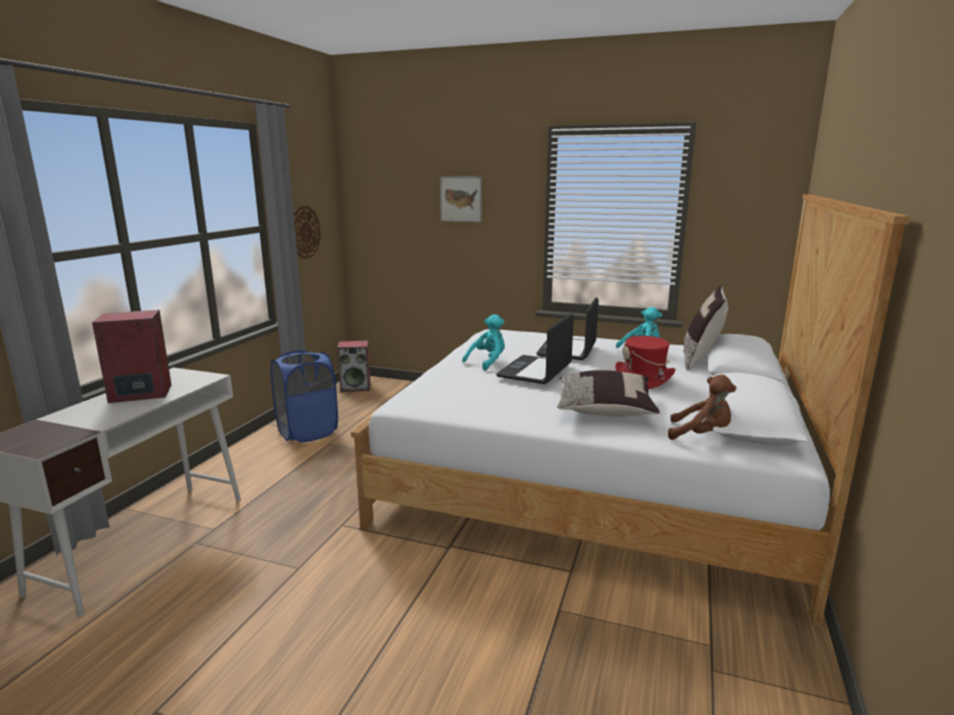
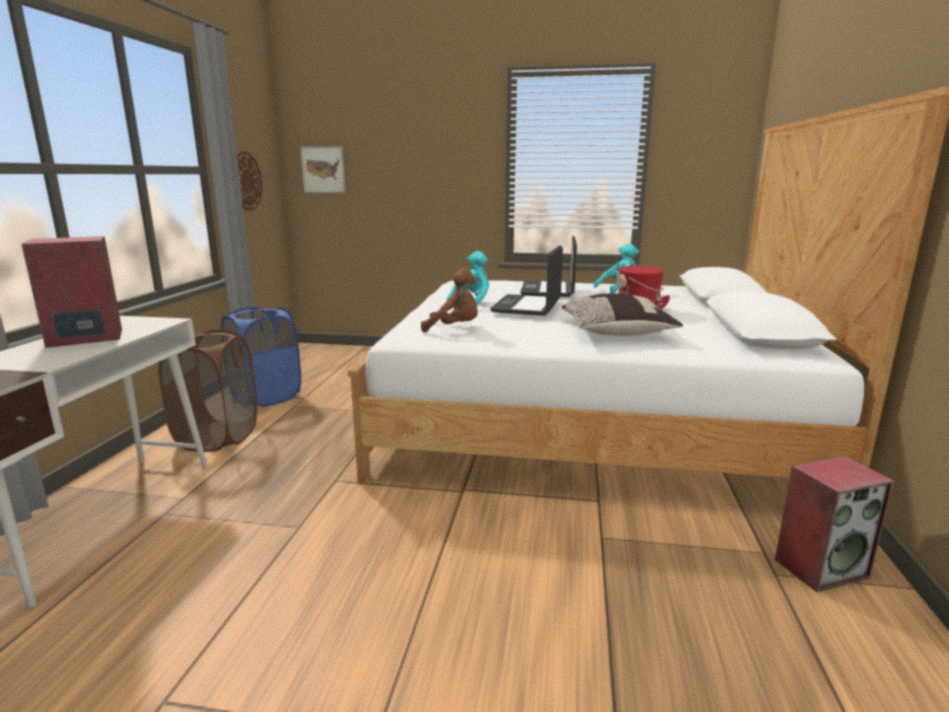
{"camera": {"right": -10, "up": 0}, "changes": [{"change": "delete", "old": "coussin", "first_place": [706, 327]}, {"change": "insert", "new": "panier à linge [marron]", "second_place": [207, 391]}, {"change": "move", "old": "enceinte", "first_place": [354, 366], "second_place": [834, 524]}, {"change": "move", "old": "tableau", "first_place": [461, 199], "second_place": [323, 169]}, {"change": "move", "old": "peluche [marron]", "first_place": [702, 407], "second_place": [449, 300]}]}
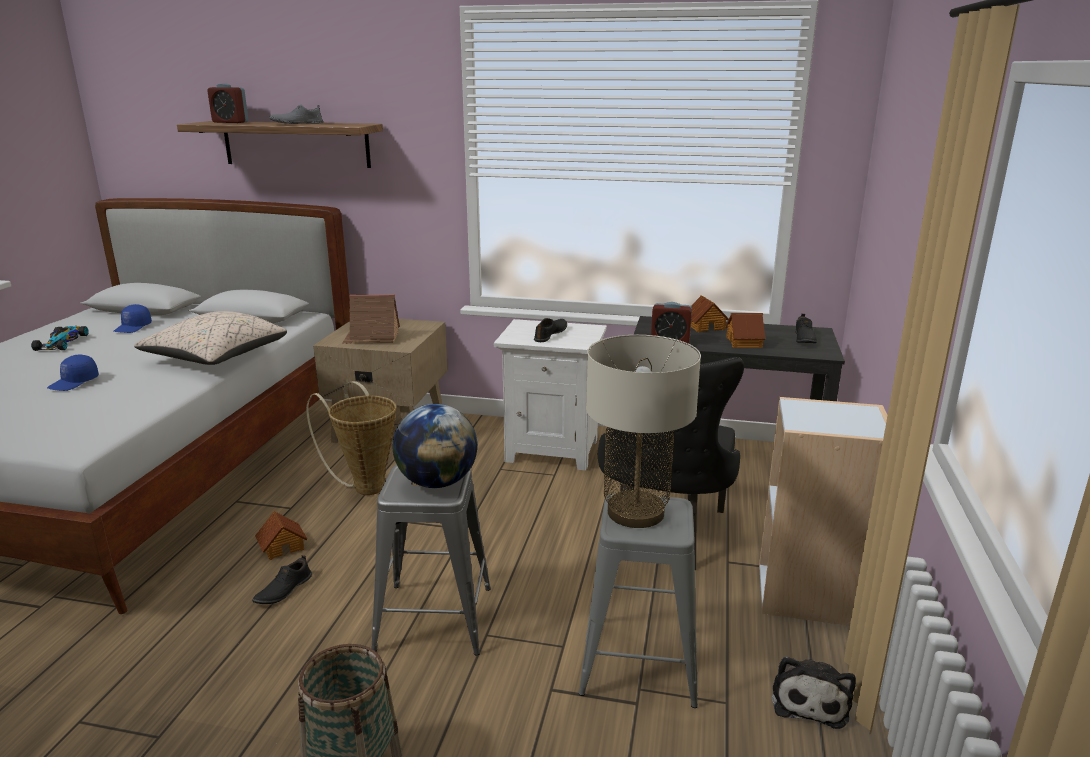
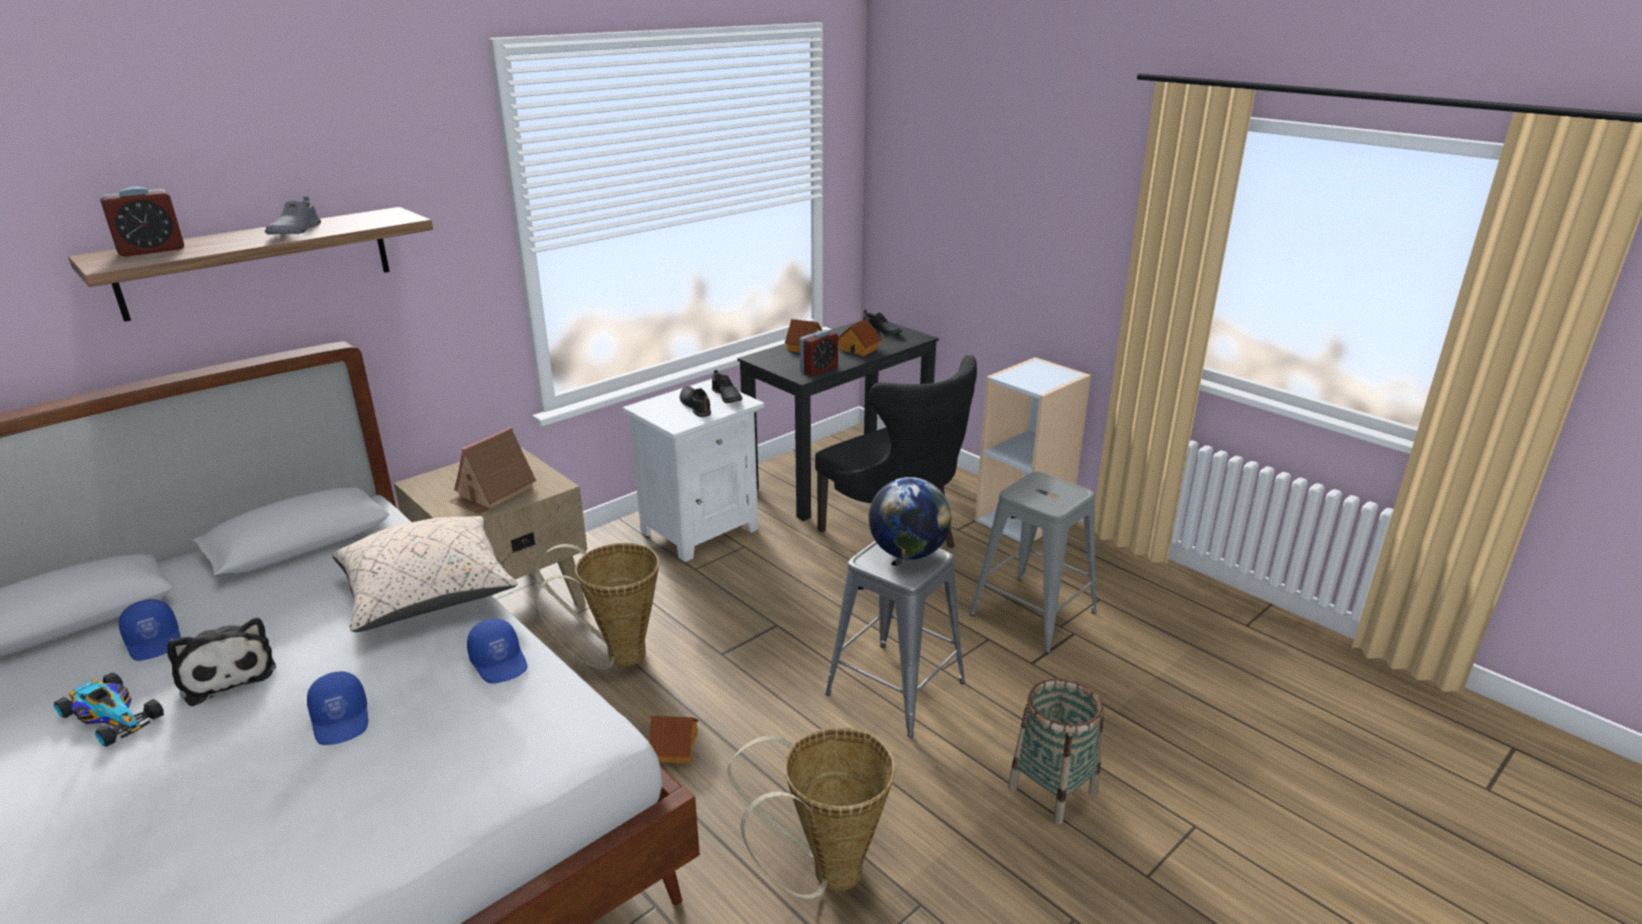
{"camera": {"right": -55, "up": 5}, "changes": [{"change": "delete", "old": "lampe de table", "first_place": [643, 431]}, {"change": "insert", "new": "casquette [bleu]", "second_place": [497, 651]}, {"change": "insert", "new": "panier", "second_place": [811, 813]}, {"change": "move", "old": "chaussure [noir]", "first_place": [282, 579], "second_place": [727, 386]}, {"change": "move", "old": "peluche", "first_place": [814, 692], "second_place": [221, 662]}]}
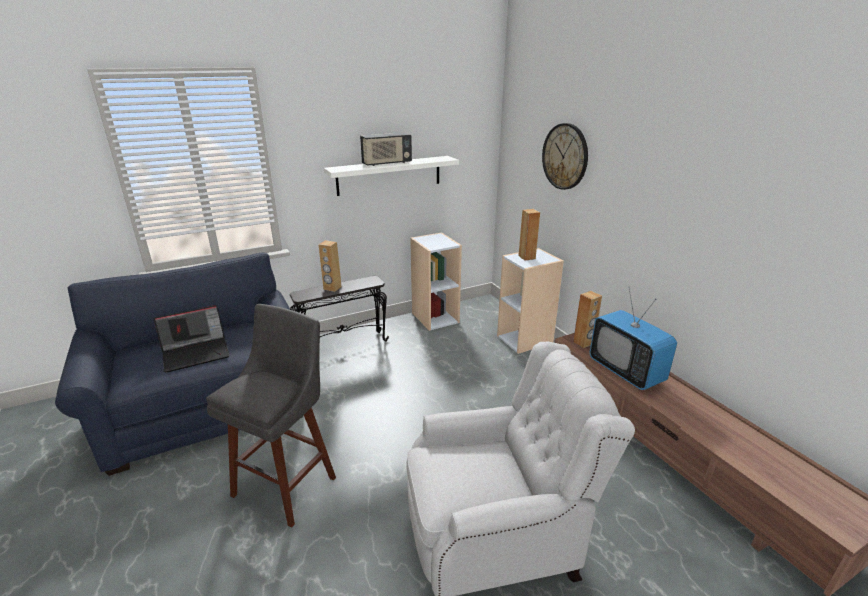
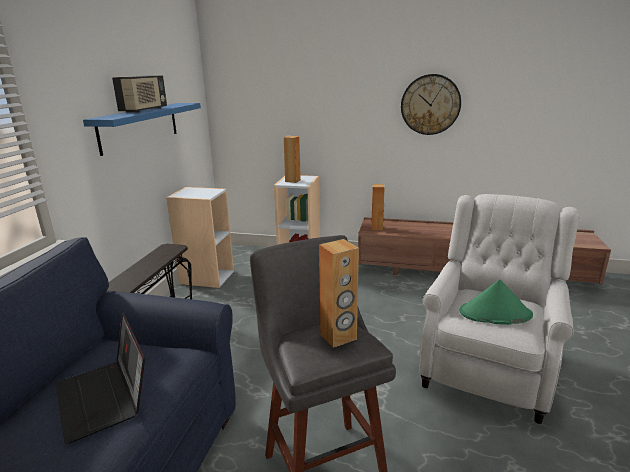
{"camera": {"right": -50, "up": -5}, "changes": [{"change": "delete", "old": "téléviseur", "first_place": [633, 339]}, {"change": "insert", "new": "chapeau [vert]", "second_place": [496, 302]}, {"change": "move", "old": "enceinte [marron]", "first_place": [330, 266], "second_place": [339, 293]}, {"change": "move", "old": "horloge murale", "first_place": [565, 156], "second_place": [431, 104]}, {"change": "recolor", "old": "étagère [blanc]", "new": "étagère [bleu]", "first_place": [391, 176], "second_place": [142, 129]}, {"change": "rotate", "old": "ordinateur portable", "first_place": [191, 339], "second_place": [100, 378], "degrees": 135}]}
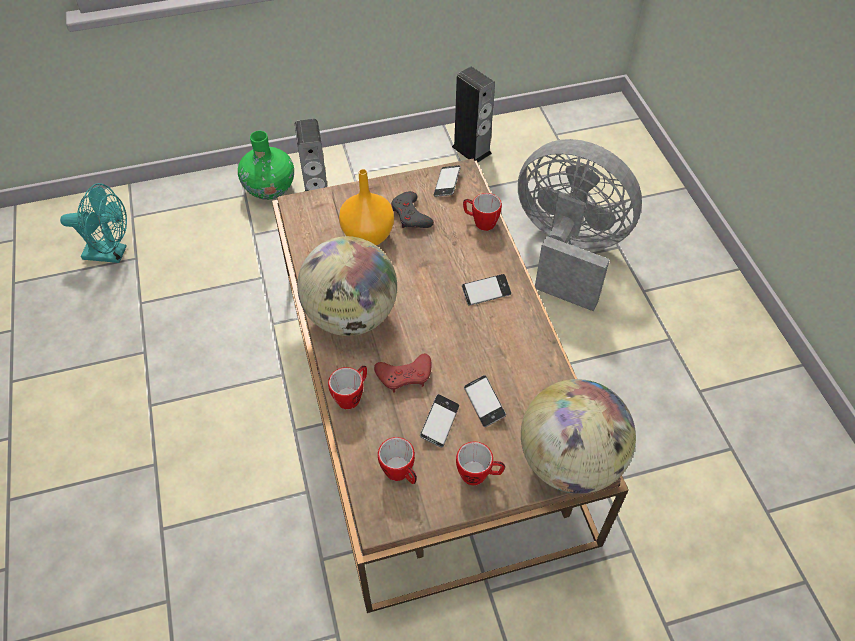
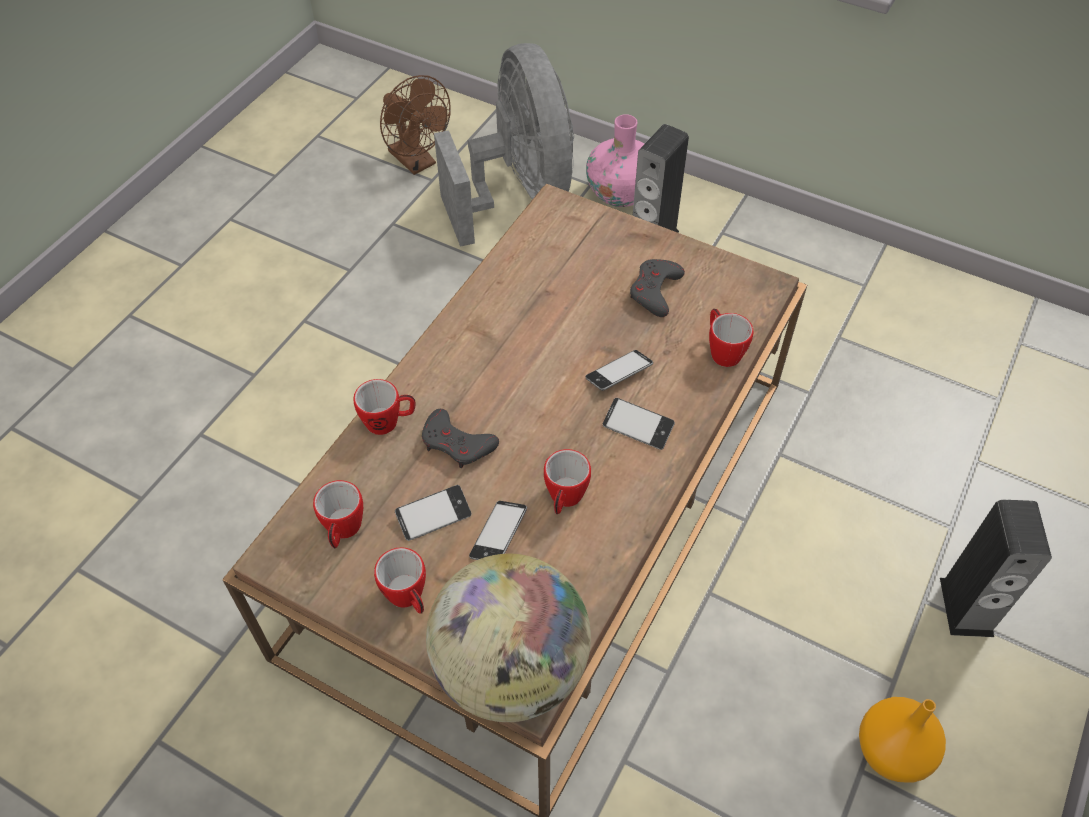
{"camera": {"right": 45, "up": 0}, "changes": [{"change": "delete", "old": "globe", "first_place": [347, 286]}, {"change": "insert", "new": "mug", "second_place": [567, 481]}, {"change": "move", "old": "vase [orange]", "first_place": [366, 207], "second_place": [902, 739]}, {"change": "move", "old": "téléphone", "first_place": [447, 181], "second_place": [619, 370]}, {"change": "move", "old": "enceinte", "first_place": [473, 114], "second_place": [996, 568]}, {"change": "move", "old": "ventilateur [gris]", "first_place": [580, 225], "second_place": [504, 145]}, {"change": "recolor", "old": "ventilateur [turquoise]", "new": "ventilateur [marron]", "first_place": [93, 223], "second_place": [415, 125]}, {"change": "recolor", "old": "vase [vert]", "new": "vase [rose]", "first_place": [266, 165], "second_place": [615, 160]}, {"change": "recolor", "old": "manette [rouge]", "new": "manette [gris]", "first_place": [403, 373], "second_place": [460, 438]}]}
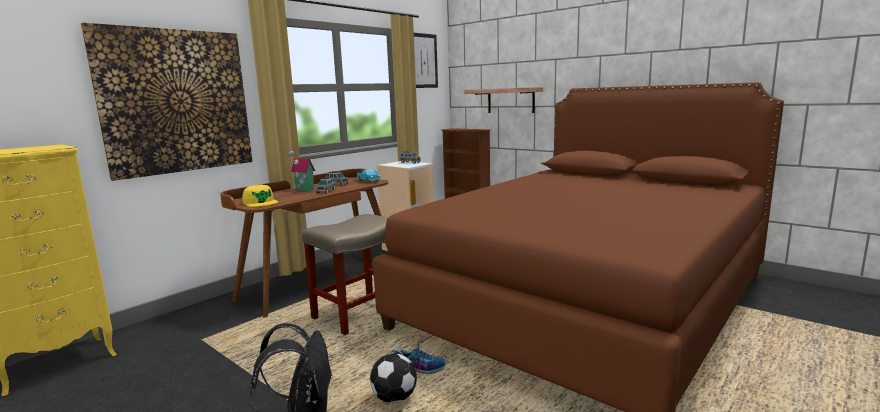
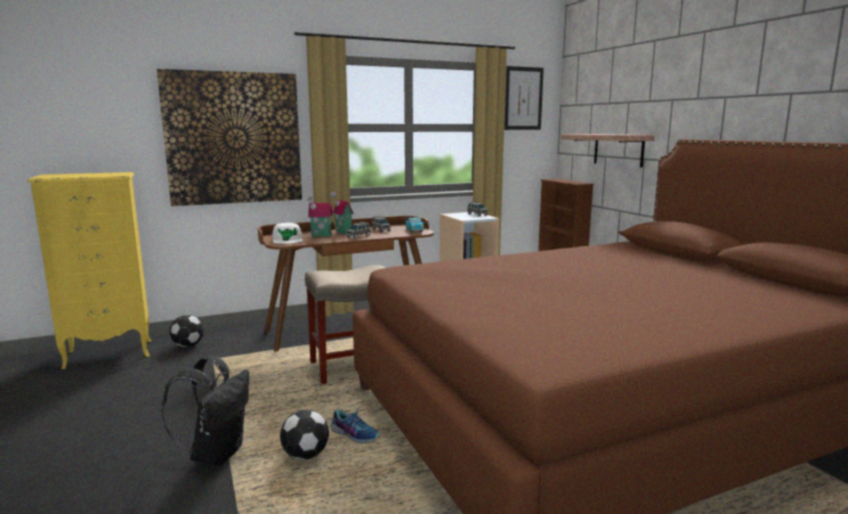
{"camera": {"right": 25, "up": 0}, "changes": [{"change": "insert", "new": "ballon de foot", "second_place": [186, 331]}, {"change": "insert", "new": "maison miniature", "second_place": [320, 216]}, {"change": "recolor", "old": "casquette [jaune]", "new": "casquette [blanc]", "first_place": [260, 196], "second_place": [287, 233]}]}
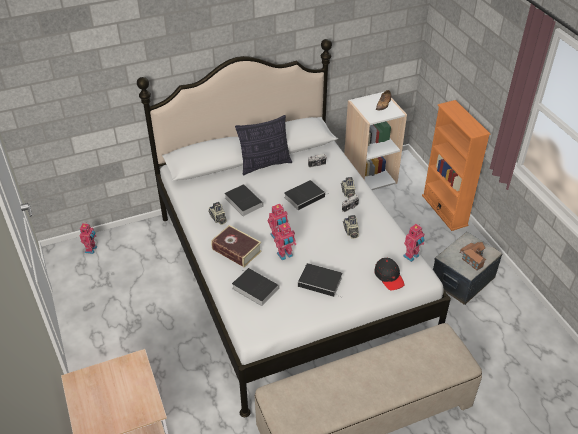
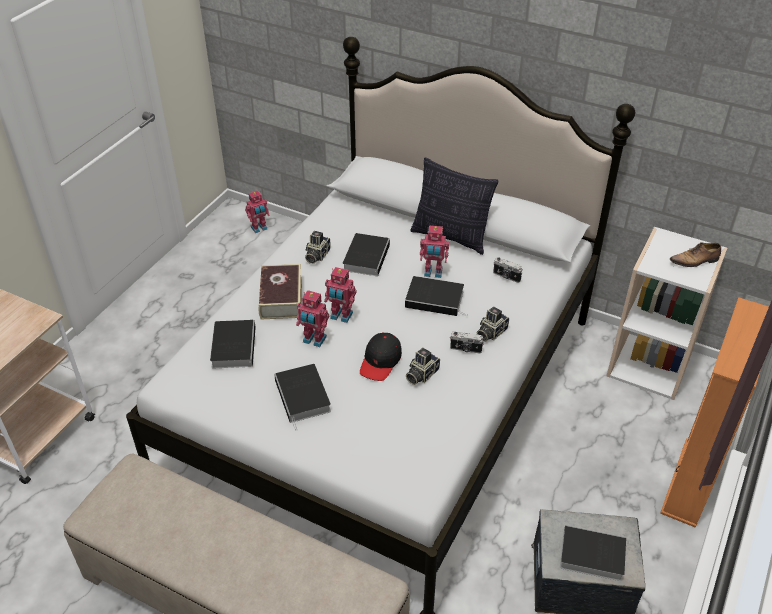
{"camera": {"right": 50, "up": 0}, "changes": [{"change": "move", "old": "casquette [noir]", "first_place": [389, 274], "second_place": [381, 357]}, {"change": "move", "old": "robot jouet", "first_place": [414, 243], "second_place": [434, 252]}, {"change": "replace", "old": "maison miniature", "new": "livre", "first_place": [473, 256], "second_place": [590, 553]}]}
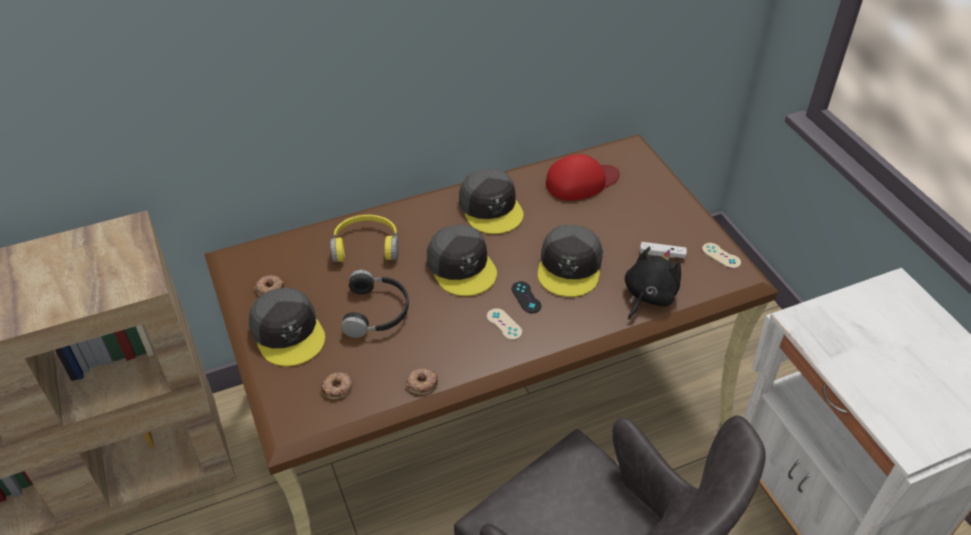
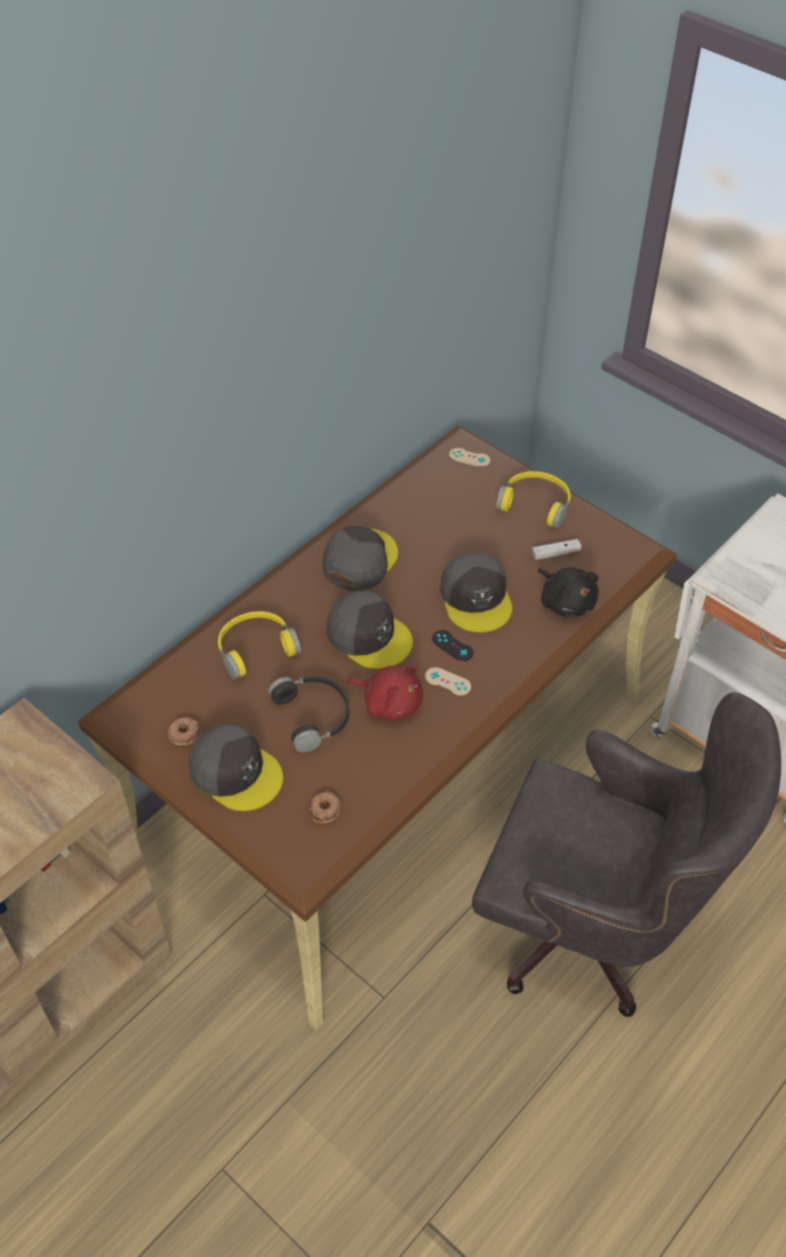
{"camera": {"right": -25, "up": 5}, "changes": [{"change": "delete", "old": "beignet", "first_place": [422, 381]}, {"change": "delete", "old": "casquette [rouge]", "first_place": [583, 177]}, {"change": "insert", "new": "peluche [rouge]", "second_place": [385, 692]}, {"change": "insert", "new": "casque audio [jaune]", "second_place": [533, 500]}, {"change": "move", "old": "manette [beige]", "first_place": [721, 256], "second_place": [469, 457]}, {"change": "rotate", "old": "casquette [gris]", "first_place": [491, 201], "second_place": [360, 558], "degrees": -105}, {"change": "rotate", "old": "peluche [noir]", "first_place": [653, 283], "second_place": [568, 593], "degrees": 135}]}
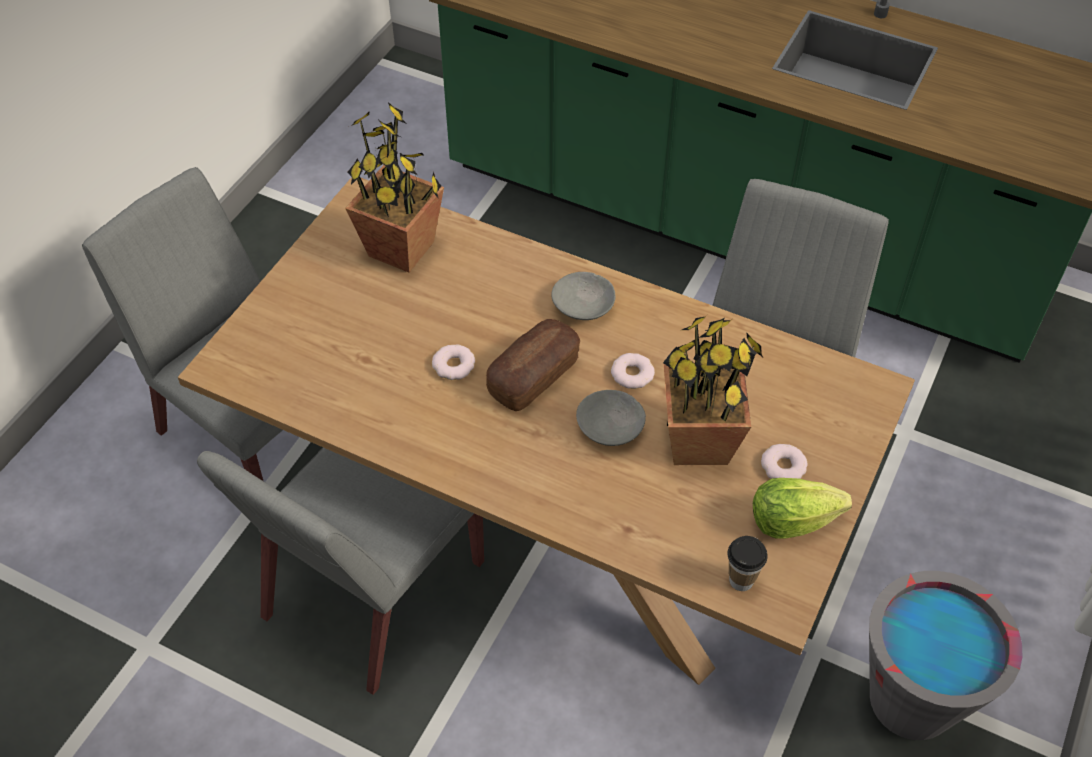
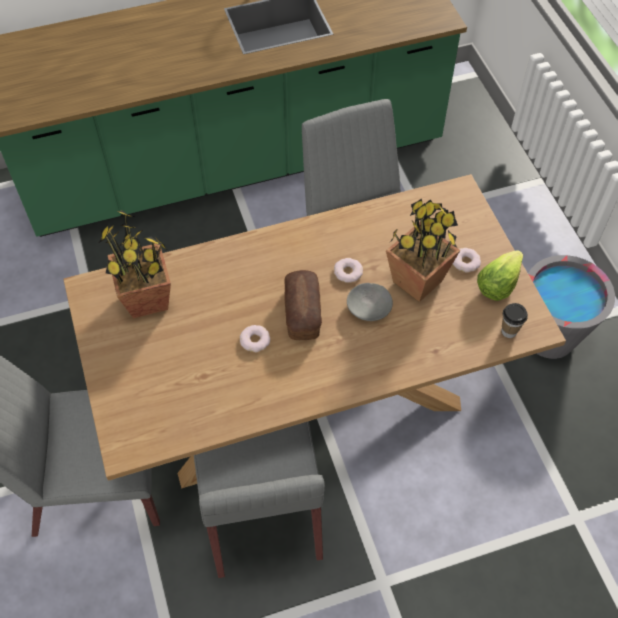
{"camera": {"right": -45, "up": 5}, "changes": [{"change": "delete", "old": "bol [gris]", "first_place": [583, 296]}]}
